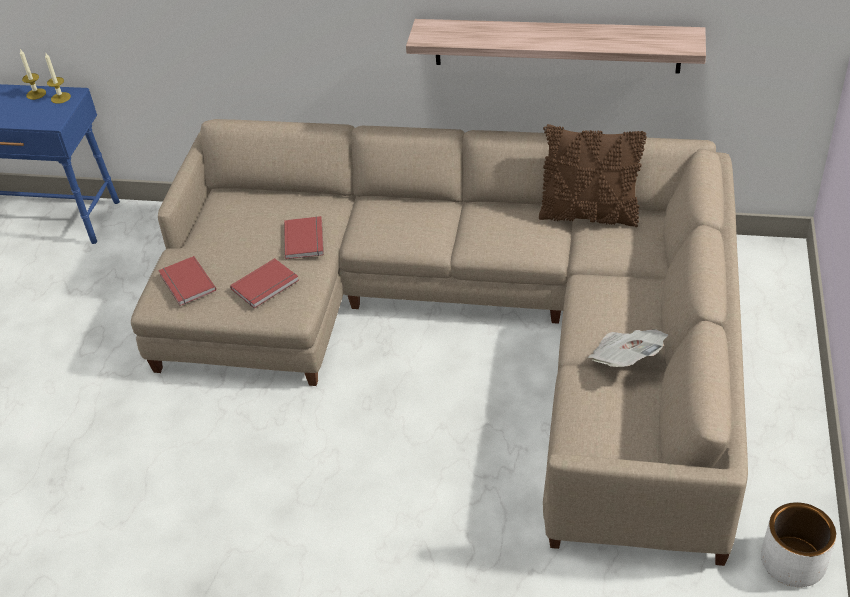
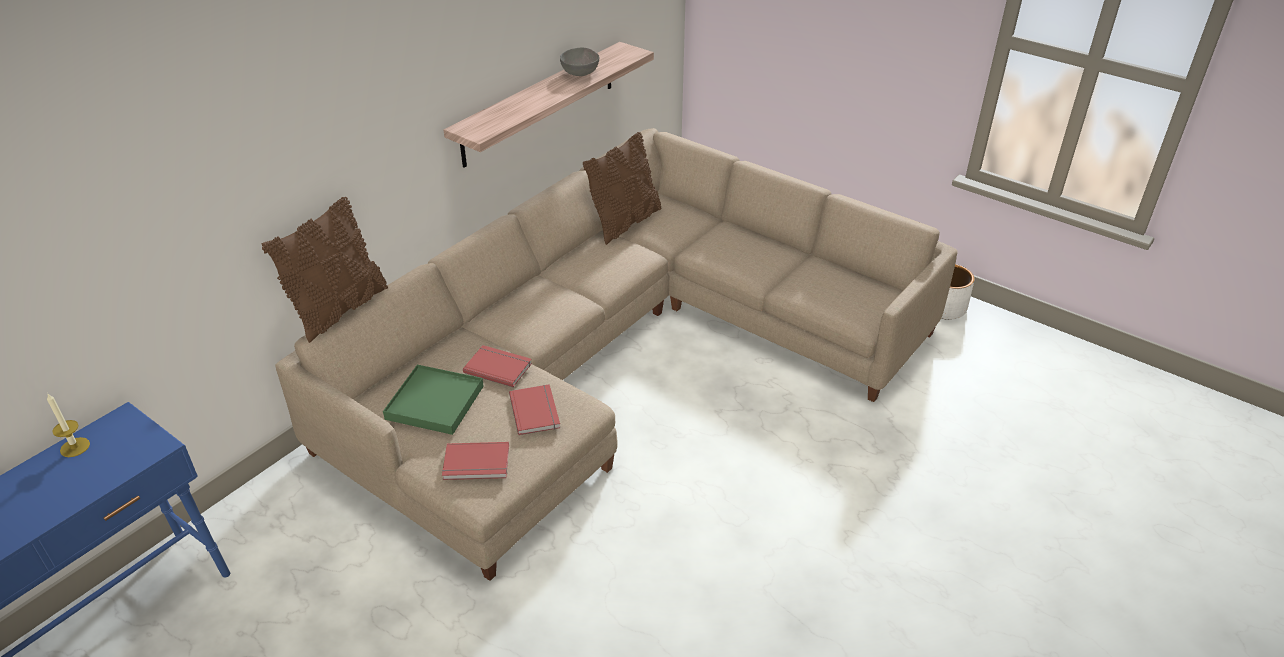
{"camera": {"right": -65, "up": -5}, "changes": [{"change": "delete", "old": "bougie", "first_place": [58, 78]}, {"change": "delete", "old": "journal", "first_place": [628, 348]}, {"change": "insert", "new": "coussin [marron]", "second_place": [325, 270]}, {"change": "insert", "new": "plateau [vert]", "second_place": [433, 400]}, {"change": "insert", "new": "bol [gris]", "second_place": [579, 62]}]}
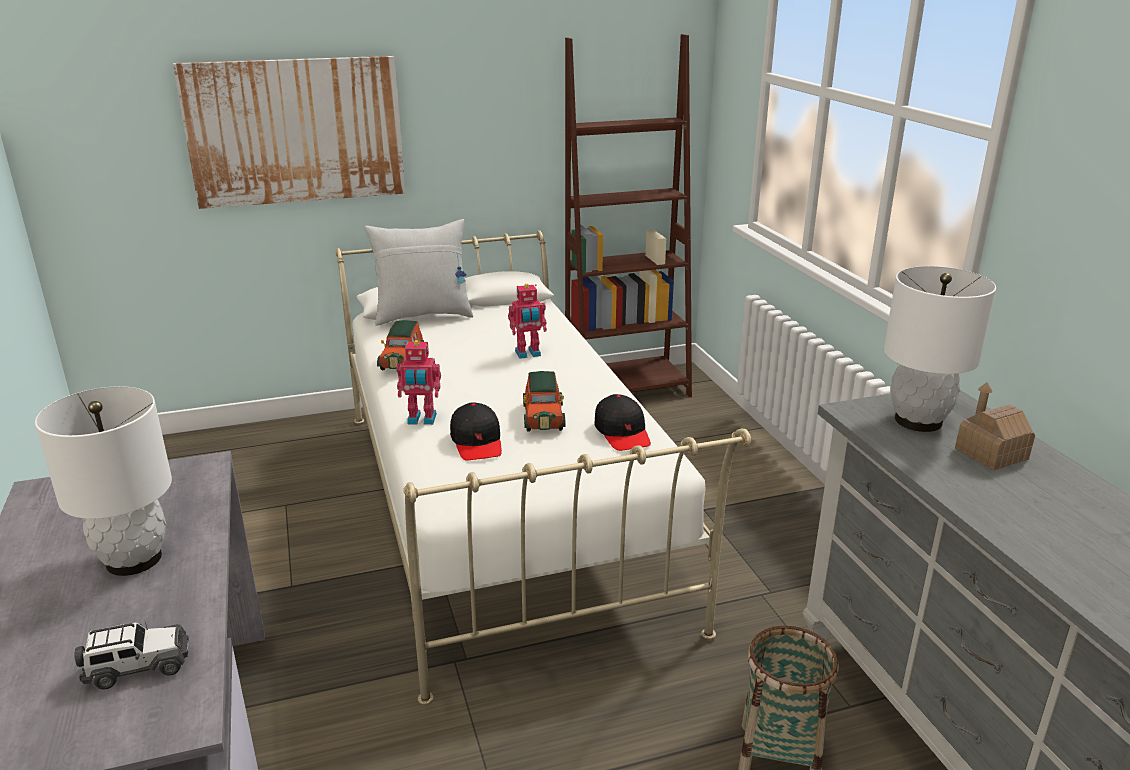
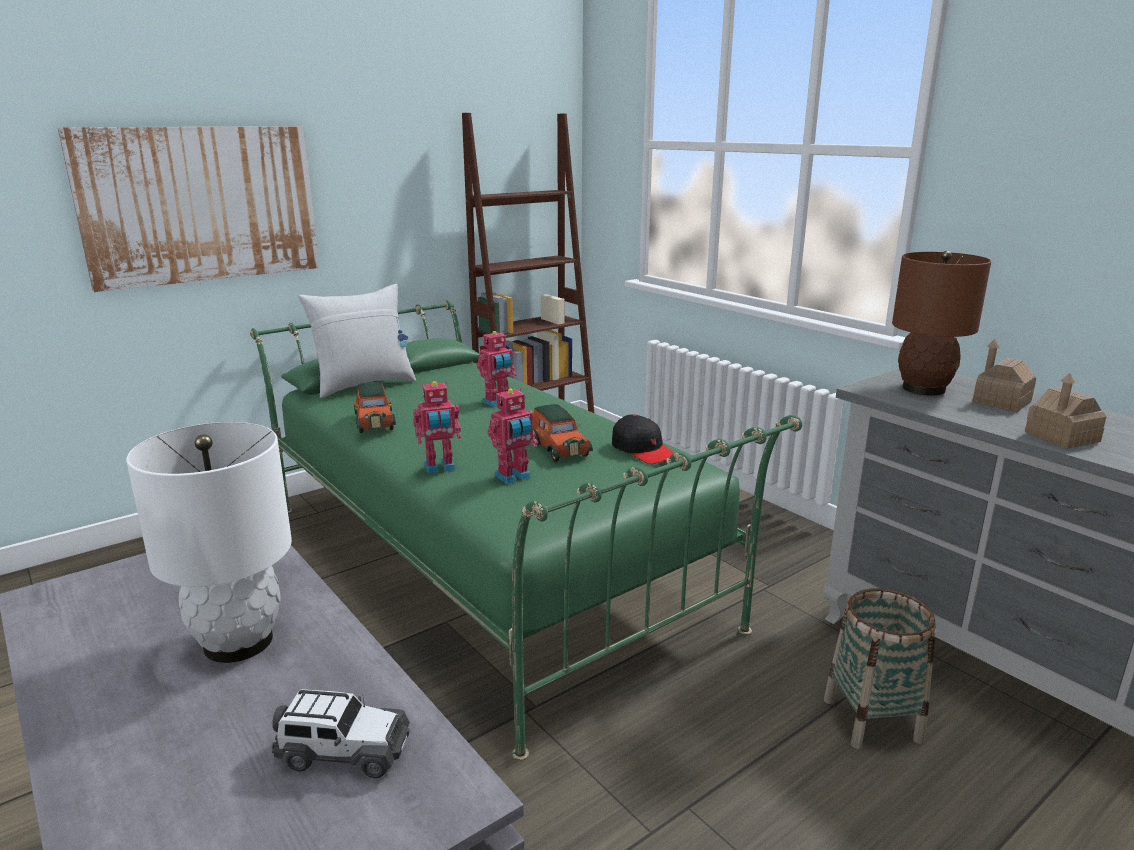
{"camera": {"right": -20, "up": -5}, "changes": [{"change": "insert", "new": "maison miniature", "second_place": [1066, 411]}, {"change": "replace", "old": "casquette [noir]", "new": "robot jouet", "first_place": [476, 431], "second_place": [512, 436]}, {"change": "recolor", "old": "lit [blanc]", "new": "lit [vert]", "first_place": [544, 467], "second_place": [526, 530]}, {"change": "recolor", "old": "lampe de table [blanc]", "new": "lampe de table [marron]", "first_place": [940, 349], "second_place": [941, 323]}, {"change": "rotate", "old": "petite voiture", "first_place": [131, 656], "second_place": [341, 733], "degrees": 45}]}
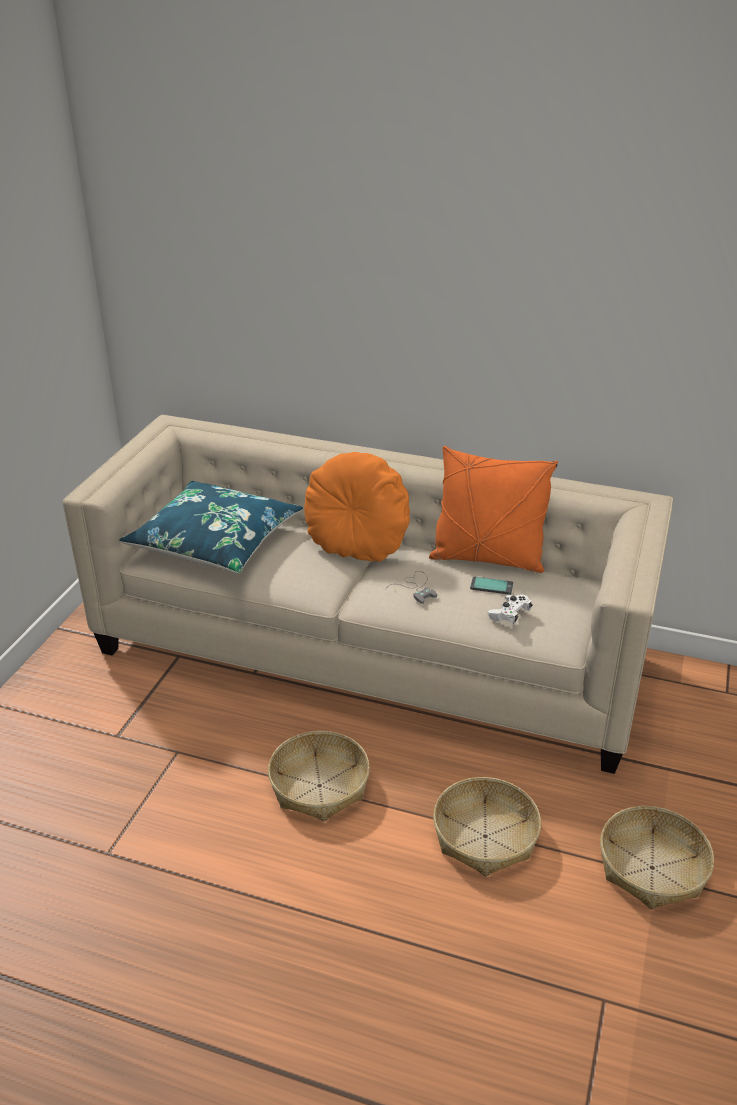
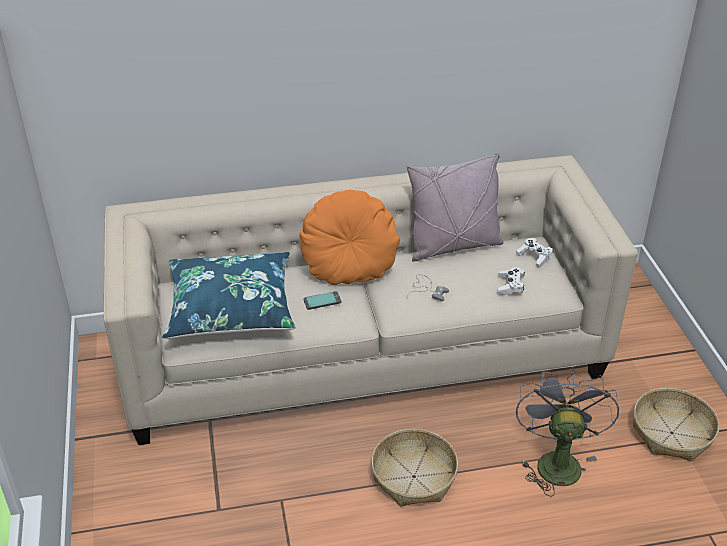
{"camera": {"right": -30, "up": 5}, "changes": [{"change": "insert", "new": "manette [blanc]", "second_place": [534, 253]}, {"change": "move", "old": "téléphone", "first_place": [491, 586], "second_place": [322, 300]}, {"change": "replace", "old": "panier", "new": "ventilateur [gris]", "first_place": [487, 826], "second_place": [567, 433]}, {"change": "recolor", "old": "coussin [orange]", "new": "coussin [violet]", "first_place": [493, 509], "second_place": [455, 207]}]}
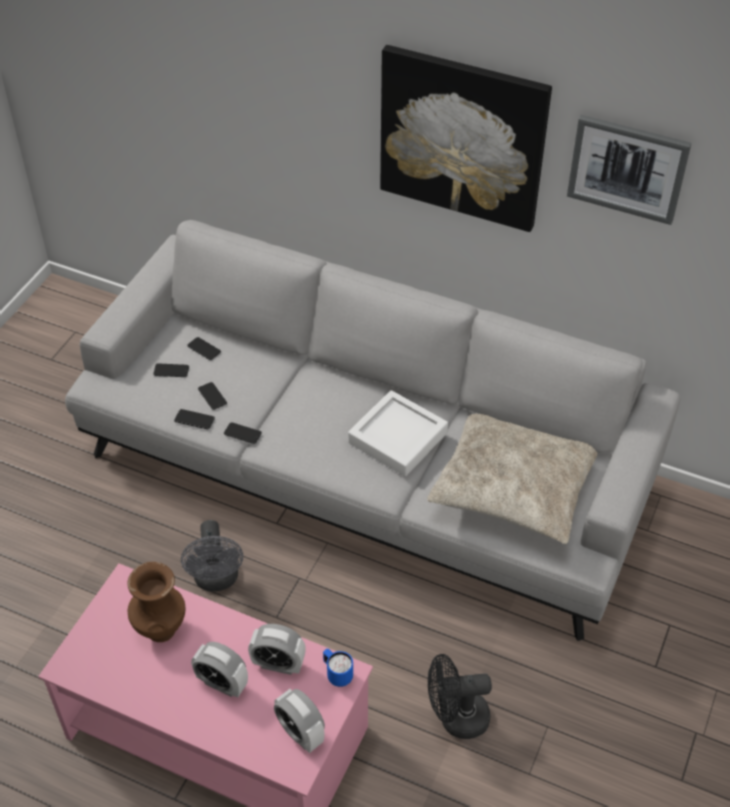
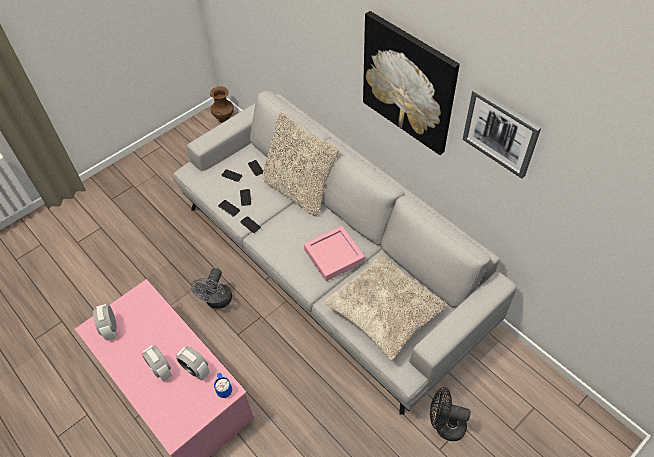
{"camera": {"right": 25, "up": 5}, "changes": [{"change": "insert", "new": "coussin [beige]", "second_place": [301, 164]}, {"change": "move", "old": "vase [marron]", "first_place": [156, 602], "second_place": [222, 104]}, {"change": "move", "old": "réveil", "first_place": [299, 721], "second_place": [105, 322]}, {"change": "move", "old": "ventilateur [noir]", "first_place": [460, 696], "second_place": [450, 414]}, {"change": "recolor", "old": "plateau [blanc]", "new": "plateau [rose]", "first_place": [398, 433], "second_place": [334, 253]}]}
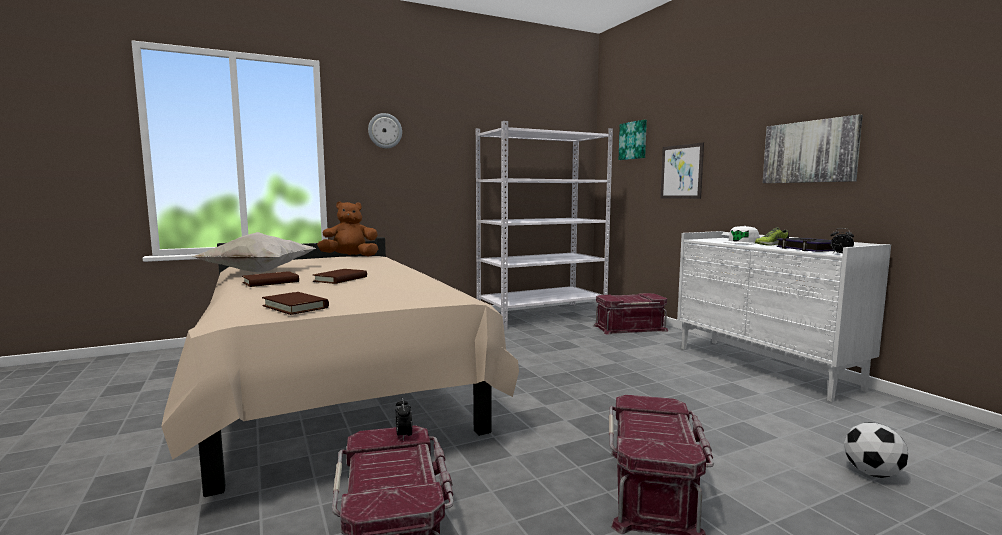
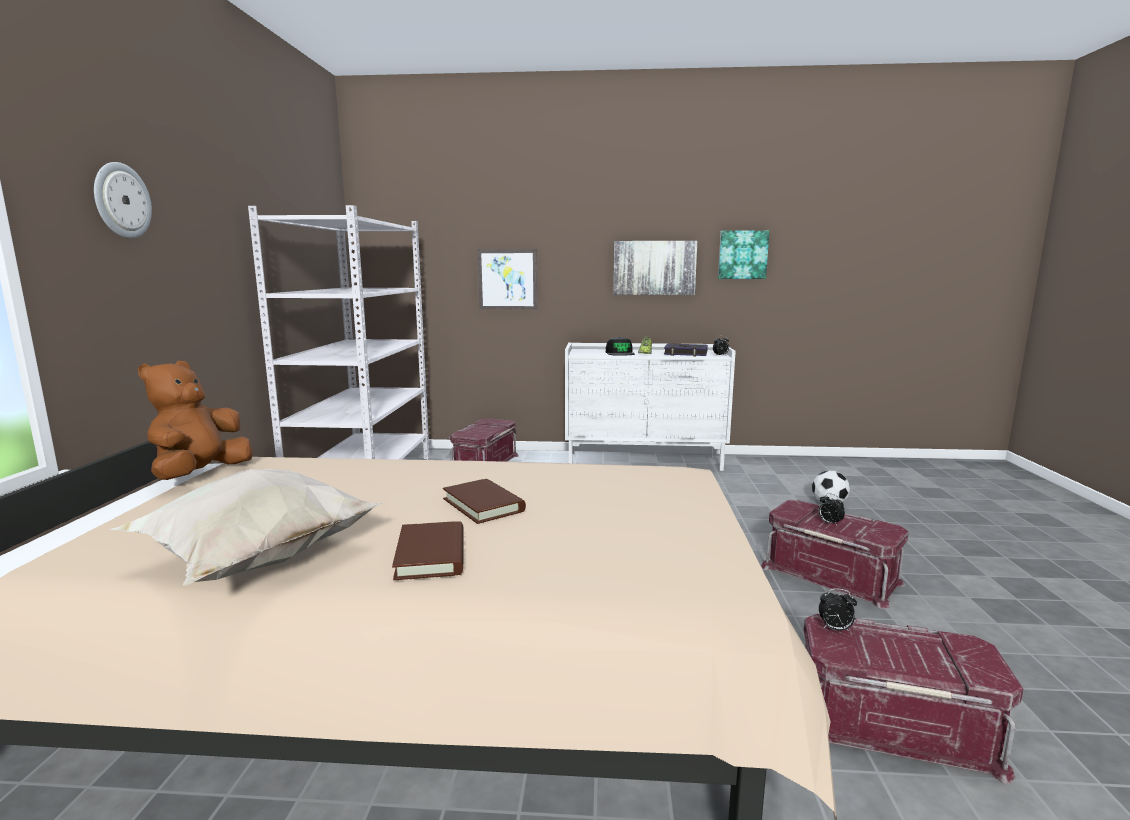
{"camera": {"right": -60, "up": 5}, "changes": [{"change": "delete", "old": "livre [marron]", "first_place": [295, 303]}, {"change": "insert", "new": "réveil", "second_place": [832, 509]}, {"change": "move", "old": "tableau", "first_place": [633, 140], "second_place": [744, 254]}, {"change": "recolor", "old": "casquette [blanc]", "new": "casquette [noir]", "first_place": [742, 235], "second_place": [620, 346]}]}
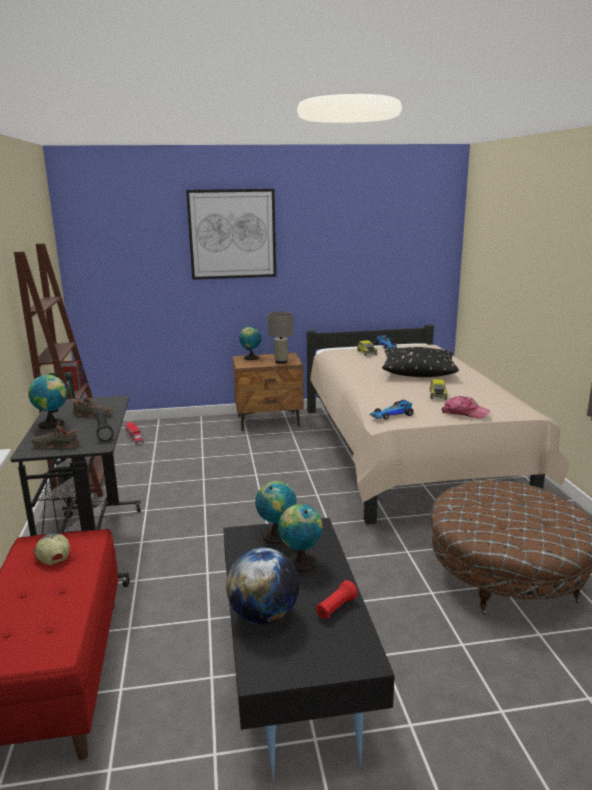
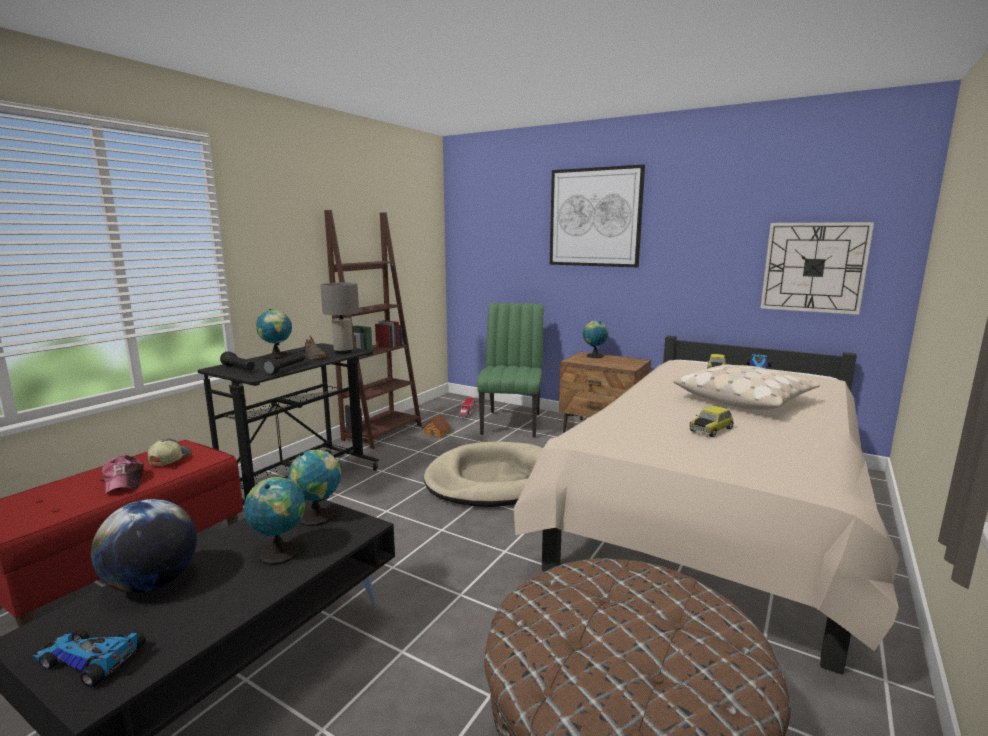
{"camera": {"right": 40, "up": -5}, "changes": [{"change": "delete", "old": "lampe de poche [rouge]", "first_place": [337, 599]}, {"change": "insert", "new": "maison miniature", "second_place": [436, 426]}, {"change": "insert", "new": "panier pour chien [beige]", "second_place": [483, 474]}, {"change": "insert", "new": "chaise [vert]", "second_place": [510, 370]}, {"change": "insert", "new": "horloge murale", "second_place": [817, 268]}, {"change": "move", "old": "lampe de table [gris]", "first_place": [280, 338], "second_place": [340, 318]}, {"change": "move", "old": "petite voiture", "first_place": [392, 409], "second_place": [89, 657]}, {"change": "move", "old": "casquette", "first_place": [466, 407], "second_place": [123, 474]}, {"change": "replace", "old": "chaussure [noir]", "new": "lampe de poche [noir]", "first_place": [55, 435], "second_place": [237, 360]}, {"change": "recolor", "old": "coussin [noir]", "new": "coussin [beige]", "first_place": [420, 362], "second_place": [746, 387]}]}
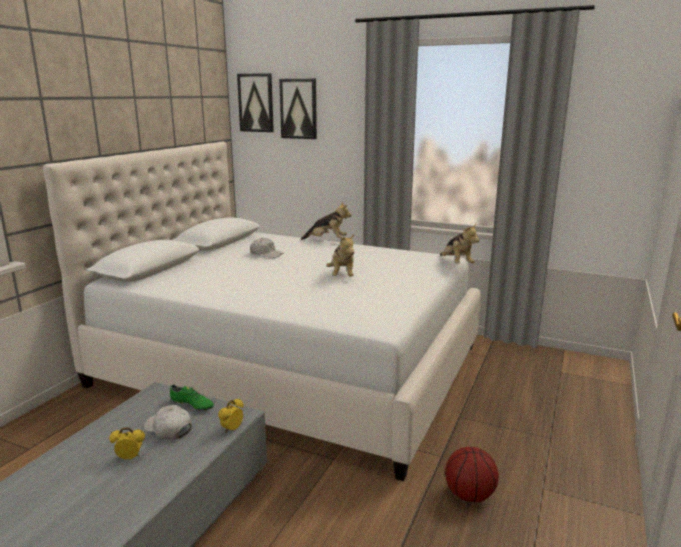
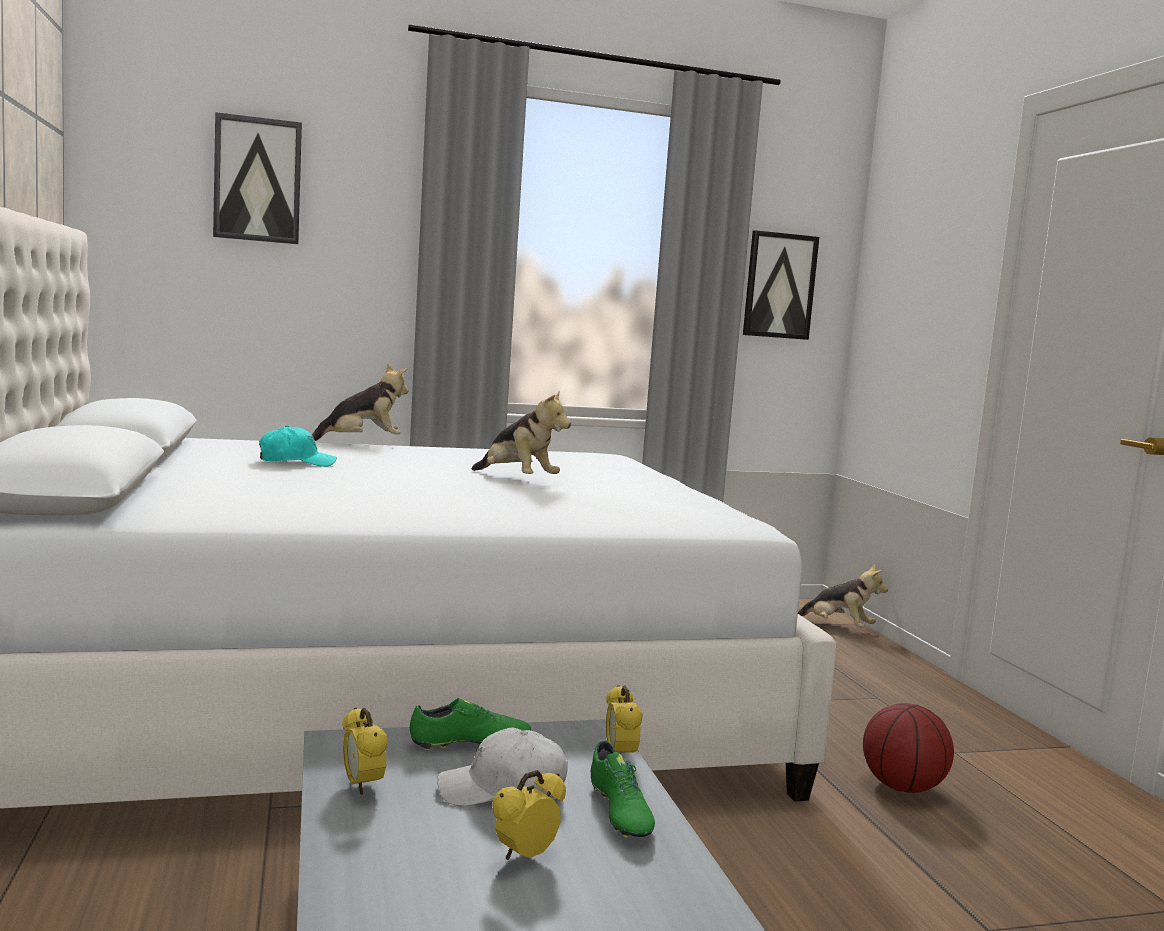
{"camera": {"right": -40, "up": -10}, "changes": [{"change": "insert", "new": "réveil", "second_place": [365, 751]}, {"change": "insert", "new": "chaussure [vert]", "second_place": [623, 789]}, {"change": "move", "old": "tableau", "first_place": [255, 102], "second_place": [781, 285]}, {"change": "move", "old": "peluche", "first_place": [459, 243], "second_place": [843, 595]}, {"change": "recolor", "old": "casquette [blanc]", "new": "casquette [turquoise]", "first_place": [267, 248], "second_place": [298, 446]}]}
